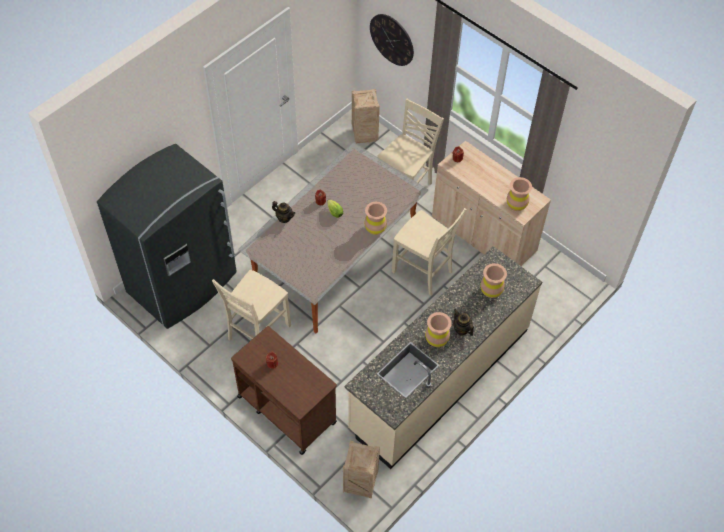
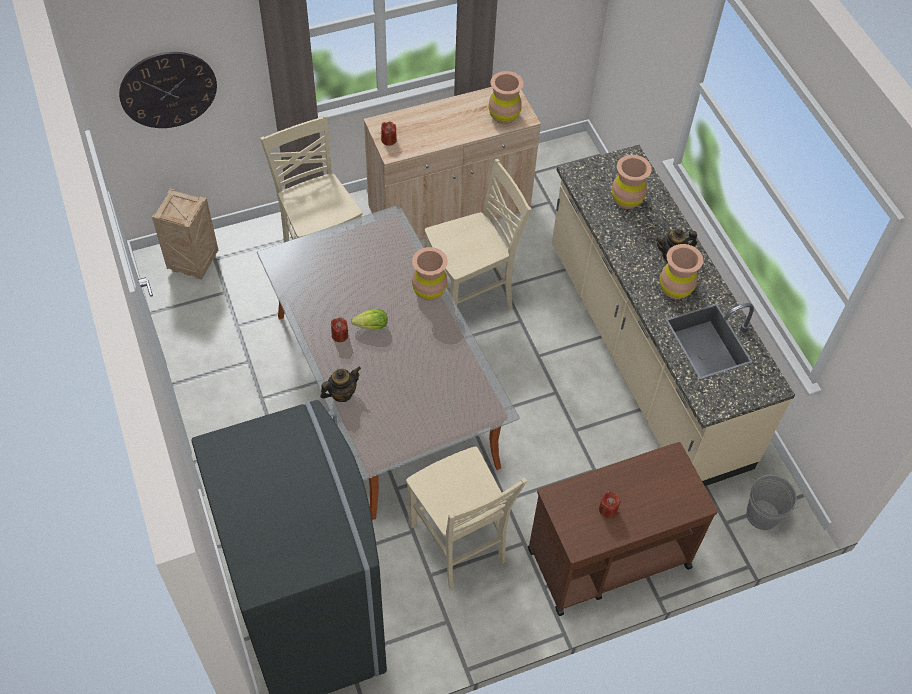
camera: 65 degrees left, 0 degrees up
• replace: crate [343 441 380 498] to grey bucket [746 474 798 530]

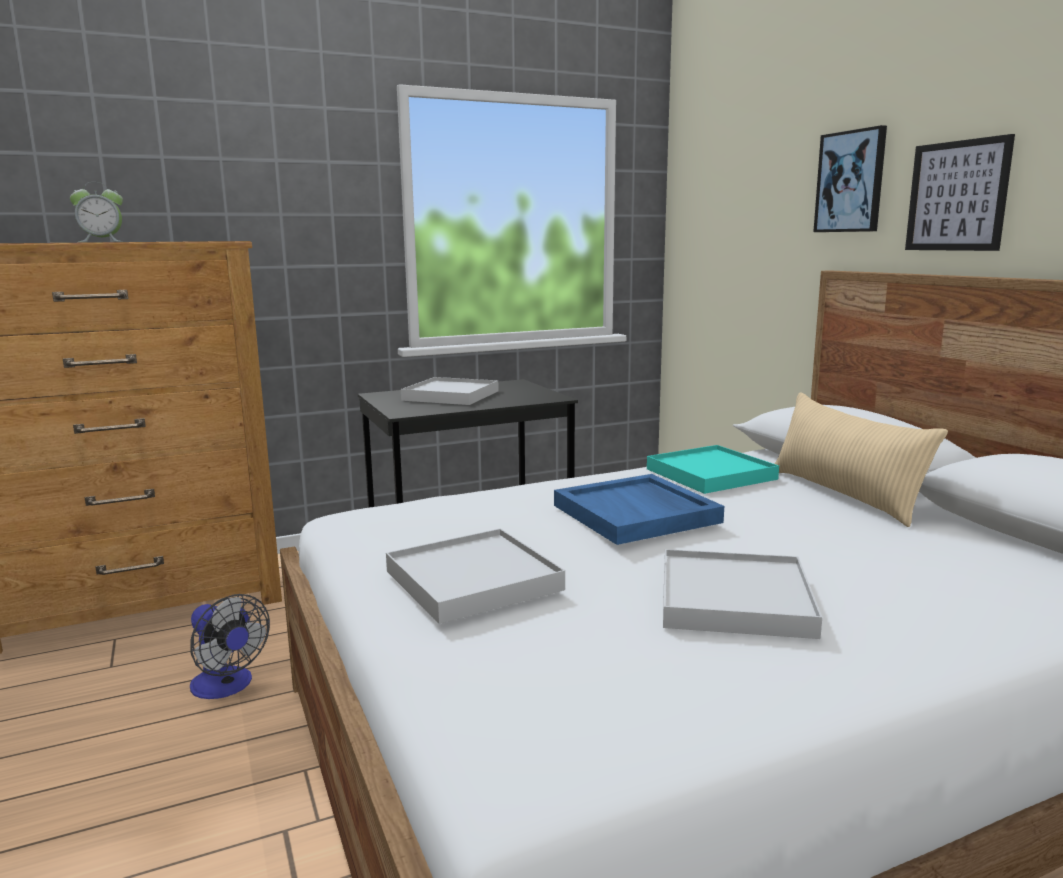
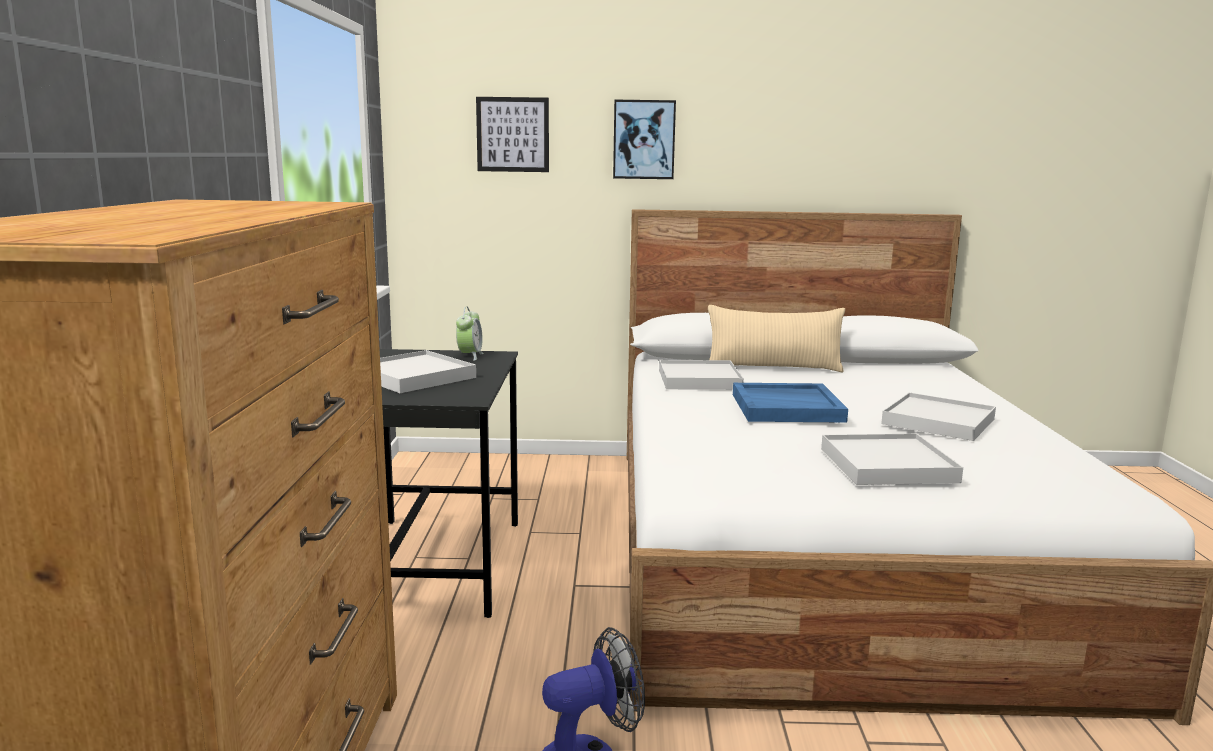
camera: 65 degrees left, 0 degrees up
• move: alarm clock [70 182 123 242] to [456 307 483 361]
• move: picture [905 134 1015 251] to [476 97 549 172]
• recolor: turquoise tray [647 445 779 494] to white tray [659 360 744 390]

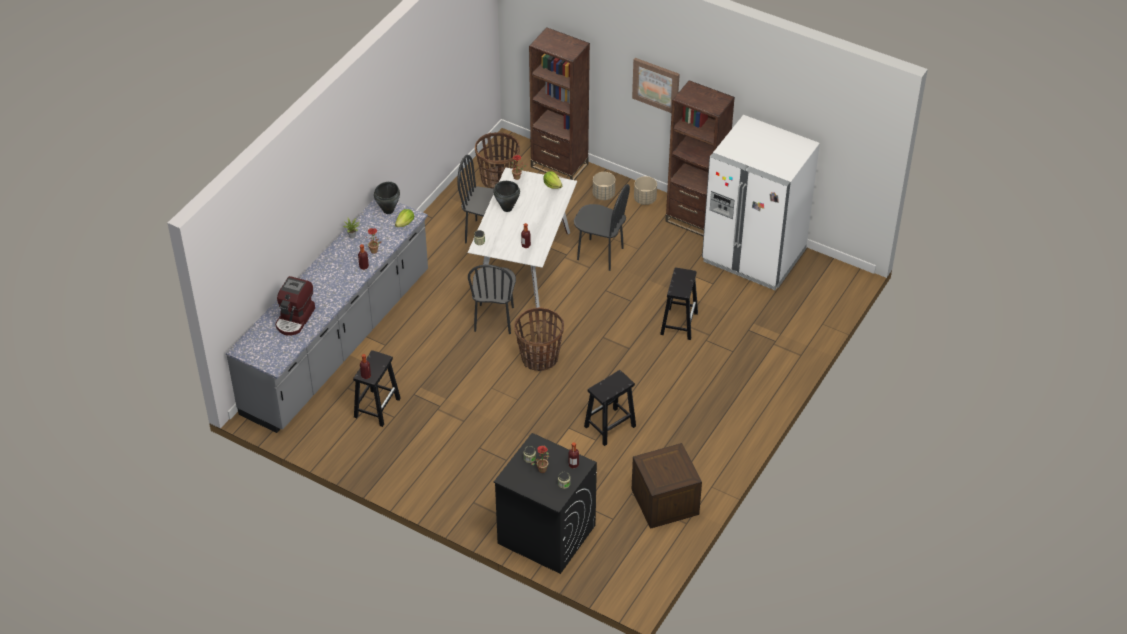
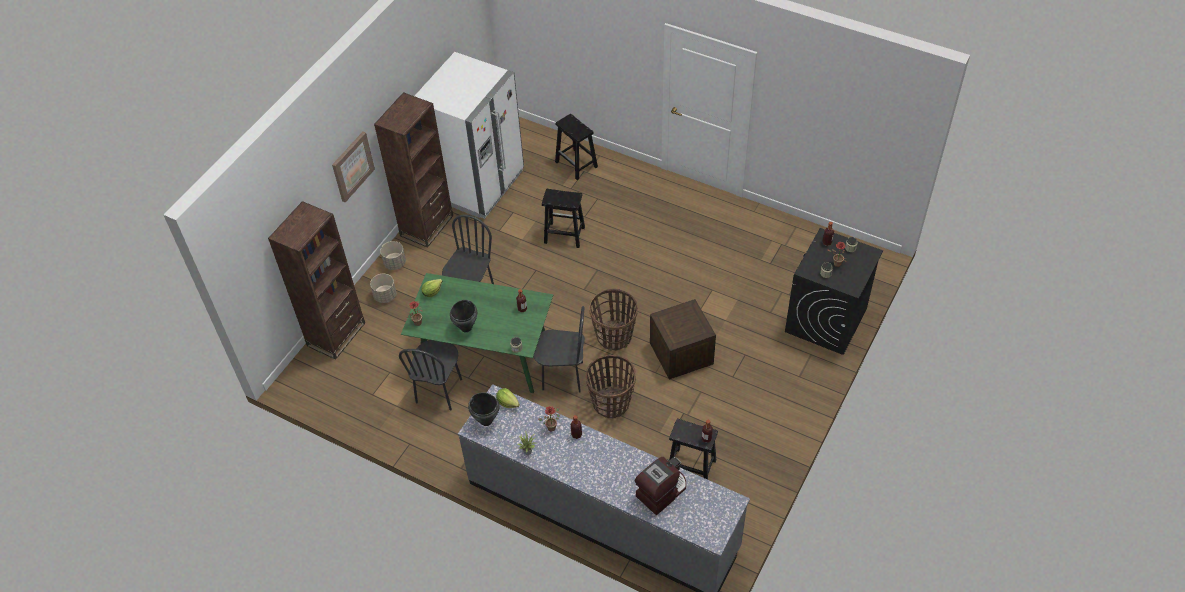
camera: 90 degrees left, 5 degrees up
• recolor: white dining table [468 167 577 308] to green dining table [401 273 553 393]
• move: black stool [584 370 636 446] to [555 114 598 180]
• move: basket [475 132 520 189] to [586 355 636 419]
• rotate: coffee machine [275 276 315 336] = [635 456 686 515] 60 degrees counterclockwise
• move: crate [631 443 702 529] to [650 299 716 380]

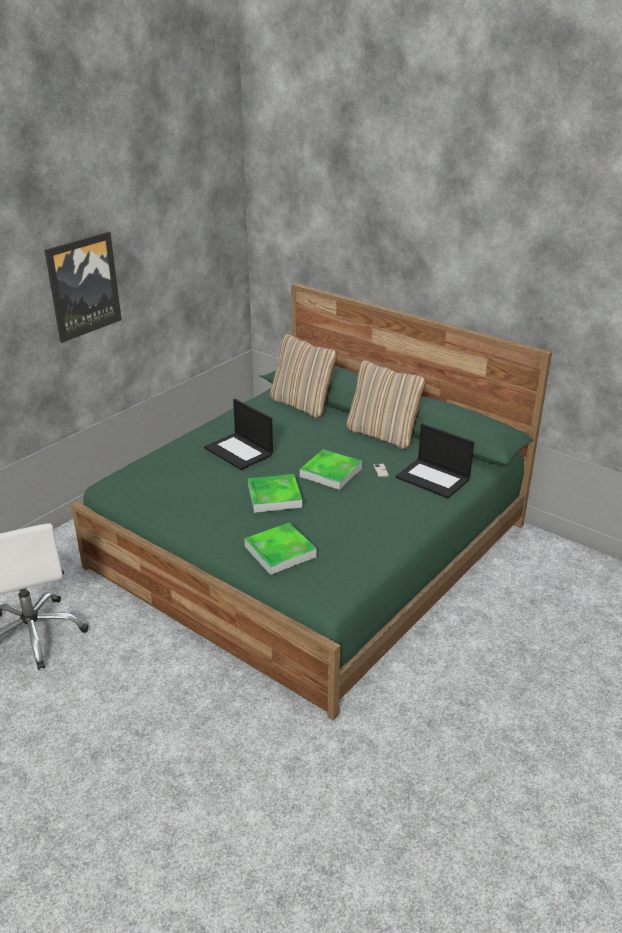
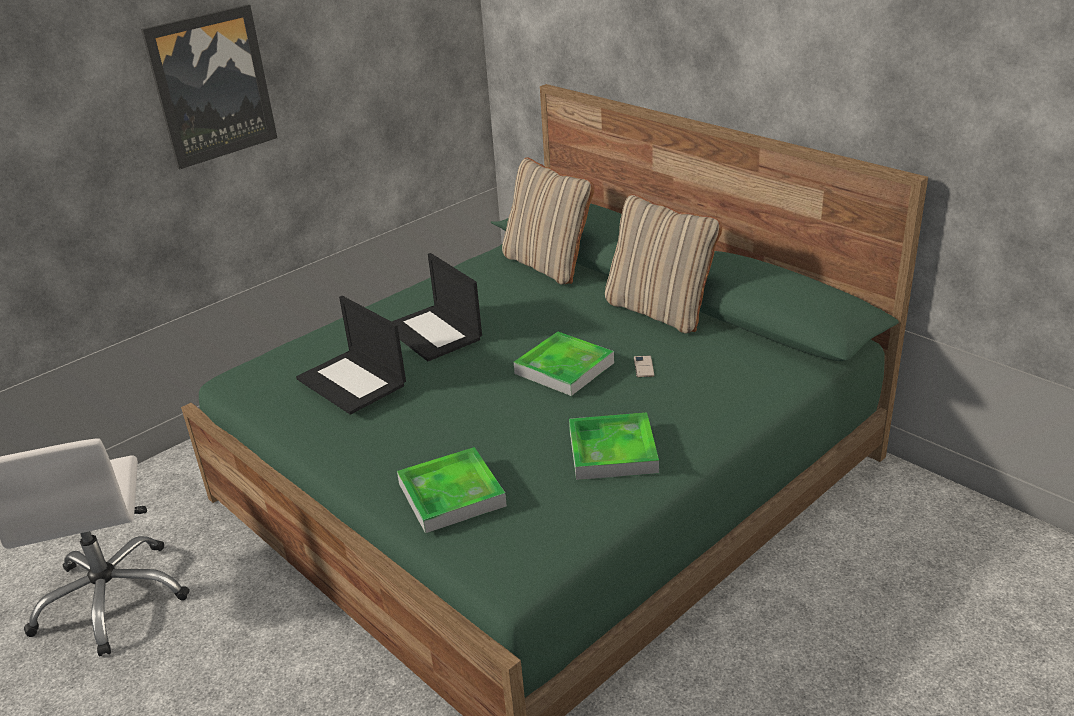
camera: 10 degrees right, 0 degrees up
• move: laptop [396 423 474 498] to [296 296 406 415]
• move: tray [248 474 302 513] to [569 413 659 480]

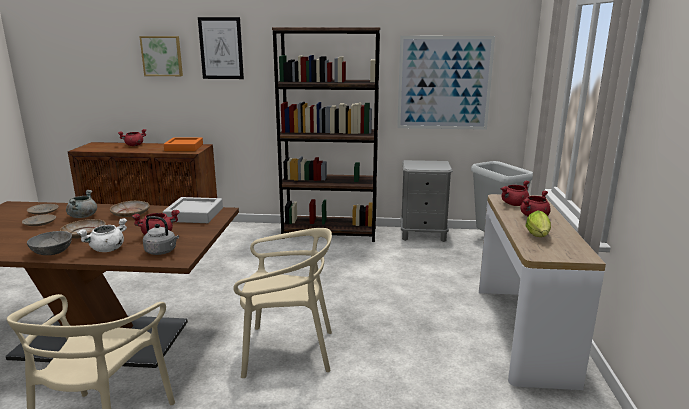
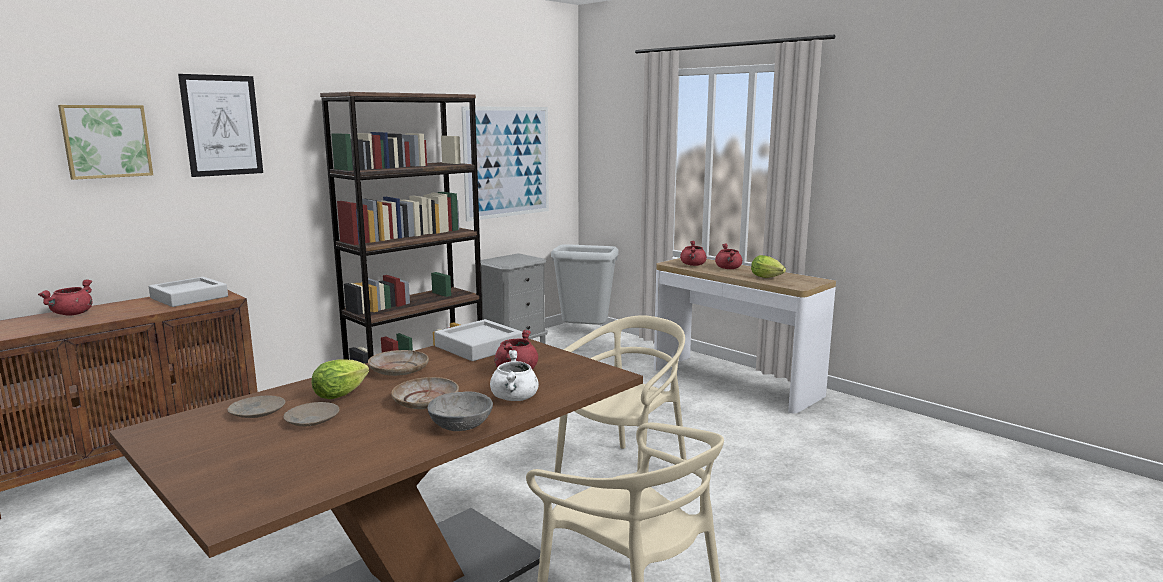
camera: 50 degrees left, 5 degrees down
• recolor: orange tray [164 137 203 151] to grey tray [149 277 228 307]
• replace: grey cooking pot [66 190 97 218] to lettuce [312 359 369 399]
• delete: grey kettle [143 216 179 255]

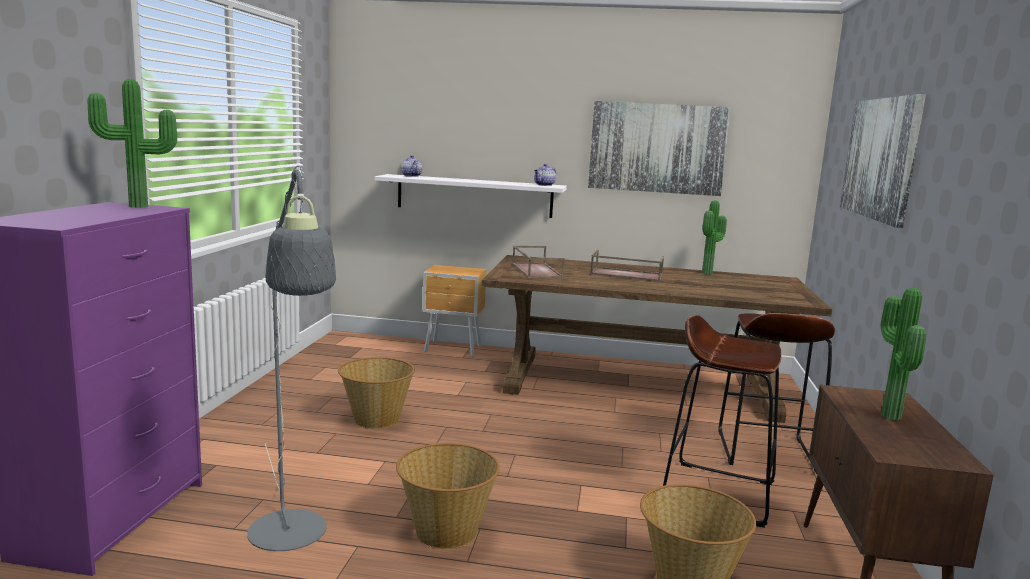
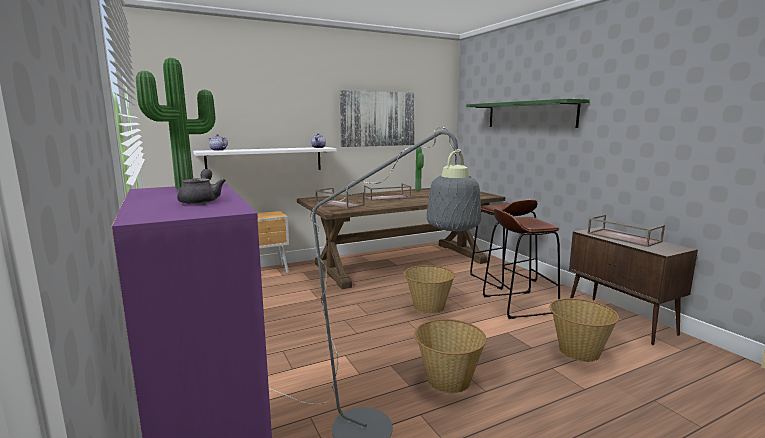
camera: 35 degrees left, 0 degrees up
• insert: grey teapot [177 169 226 204]
• move: basket [338 357 415 429] to [404 265 455 314]
• replace: picture [840 94 926 228] to green shelf [466 99 590 128]
• replace: potted plant [881 288 926 420] to brown tray [587 215 665 247]

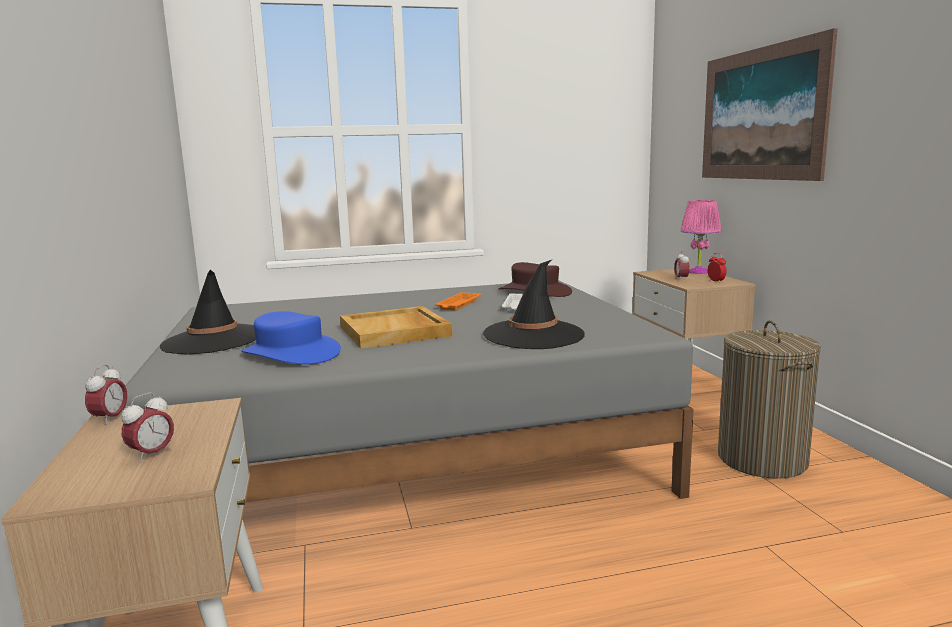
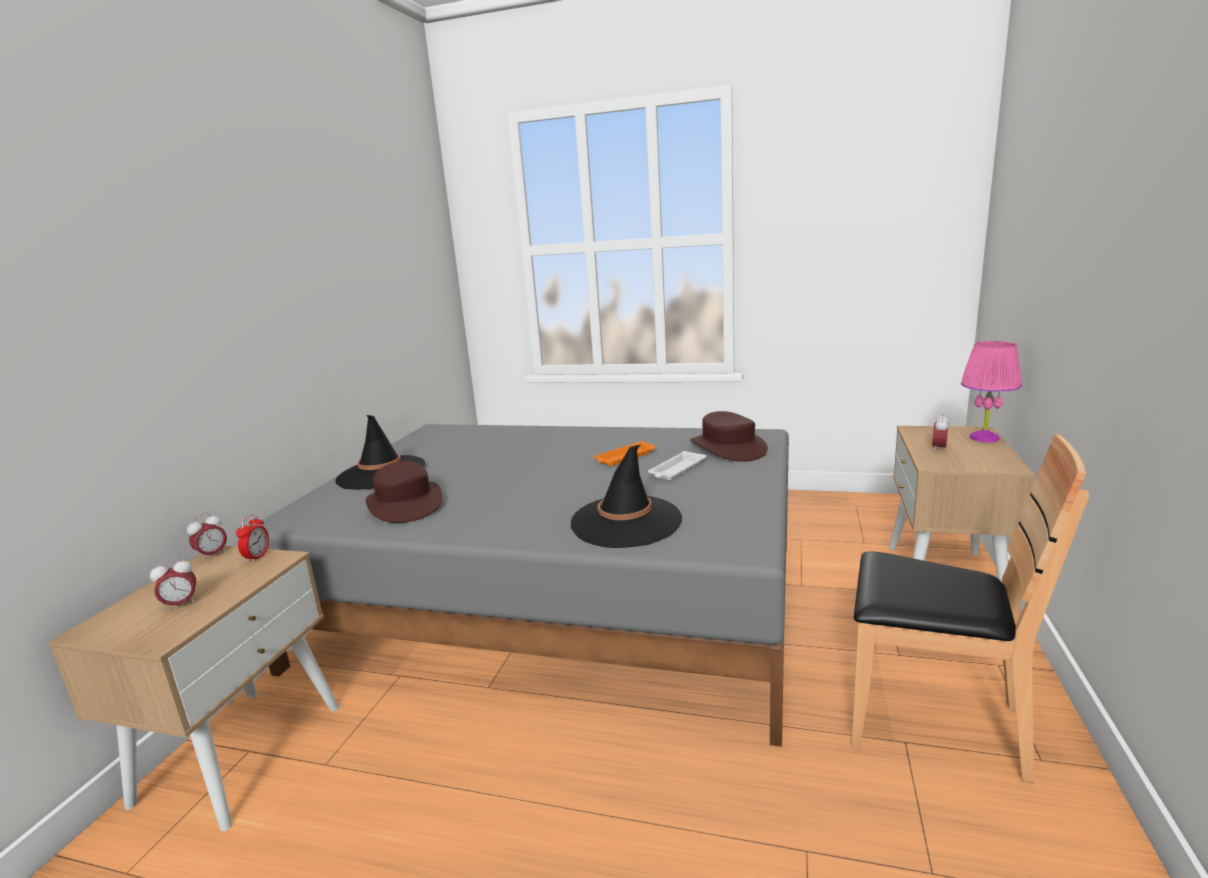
camera: 30 degrees right, 5 degrees up
• move: alarm clock [708 253 727 283] to [236 514 269 563]
• recolor: blue hat [241 311 341 365] to brown hat [366 461 442 523]
• replace: laundry basket [718 320 821 478] to brown chair [851 434 1089 783]
• delete: beige tray [340 306 453 349]
• delete: picture [702 28 838 181]

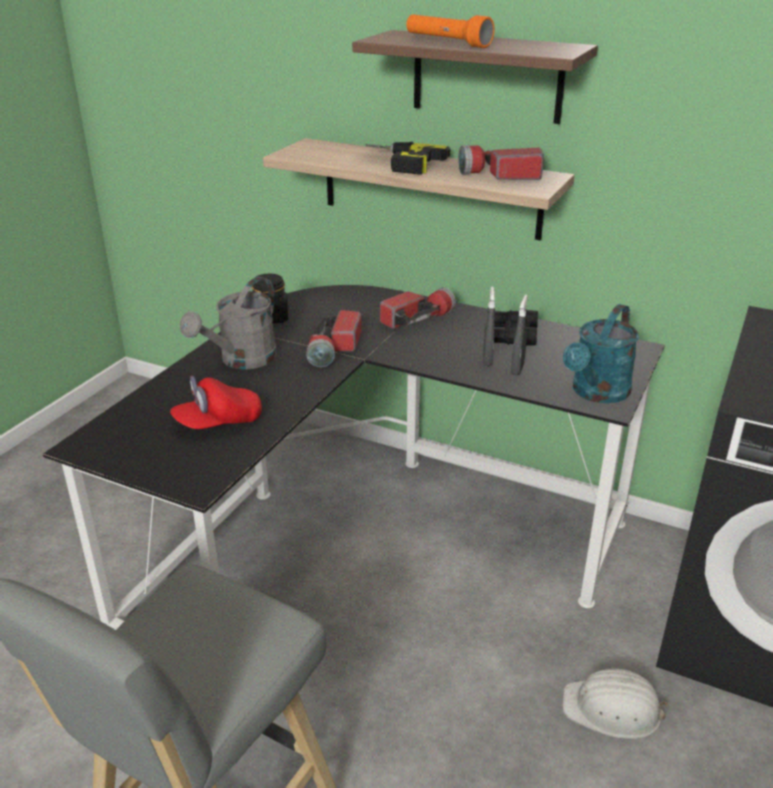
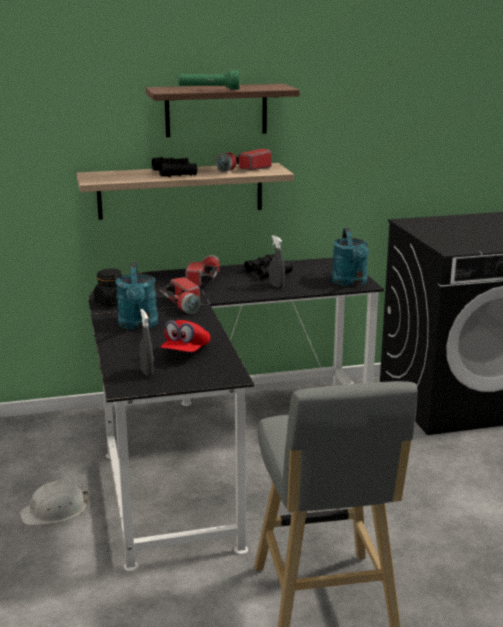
camera: 40 degrees left, 10 degrees down
• move: white hard hat [562 669 670 739] to [19 480 88 526]
• recolor: grey watering can [180 277 277 370] to turquoise watering can [116 262 158 330]
• move: grey spray bottle [511 295 528 376] to [140 309 154 377]
• replace: power drill [366 142 450 175] to black binoculars [152 157 197 177]
• recolor: orange flashlight [406 14 495 48] to green flashlight [179 71 240 90]

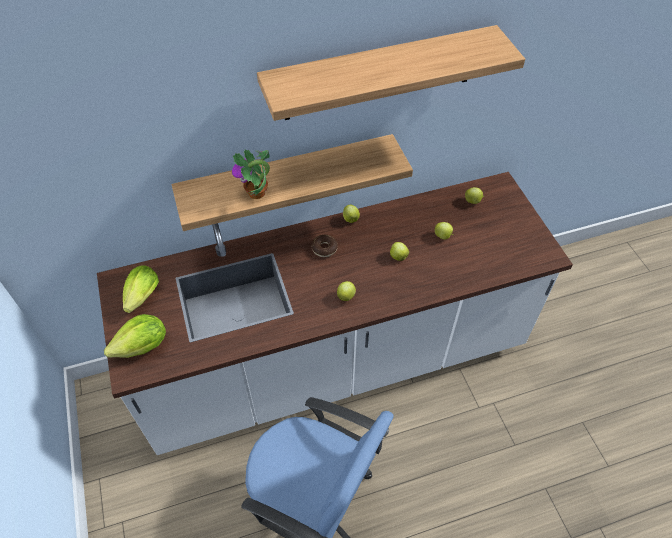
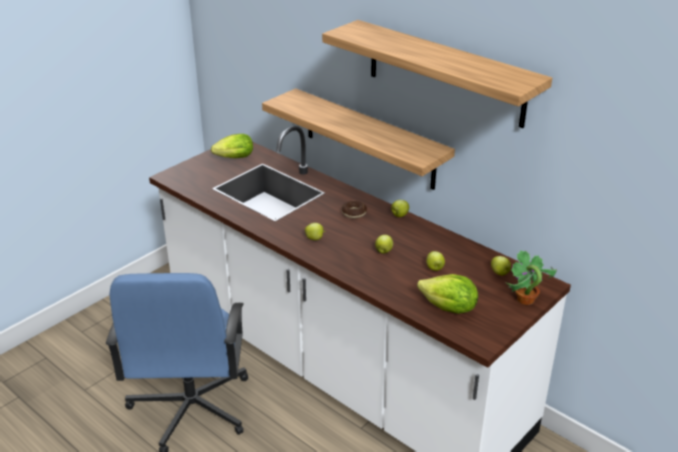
camera: 60 degrees right, 20 degrees down
• move: lettuce [104 314 166 358] to [417 274 478 314]
• move: potted plant [232 149 270 199] to [505 250 557 305]

